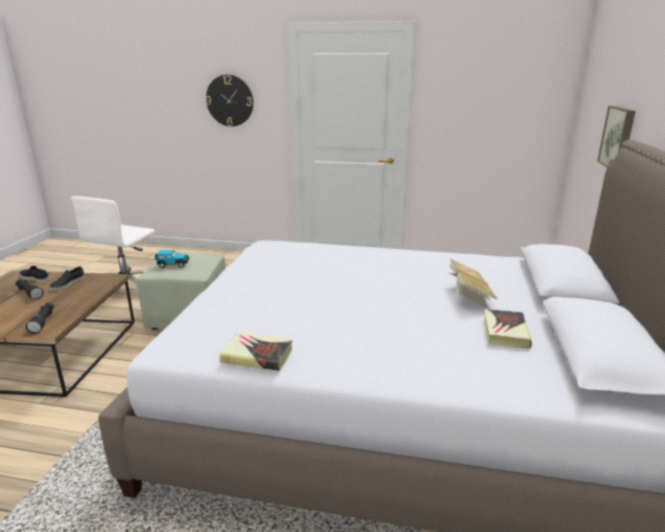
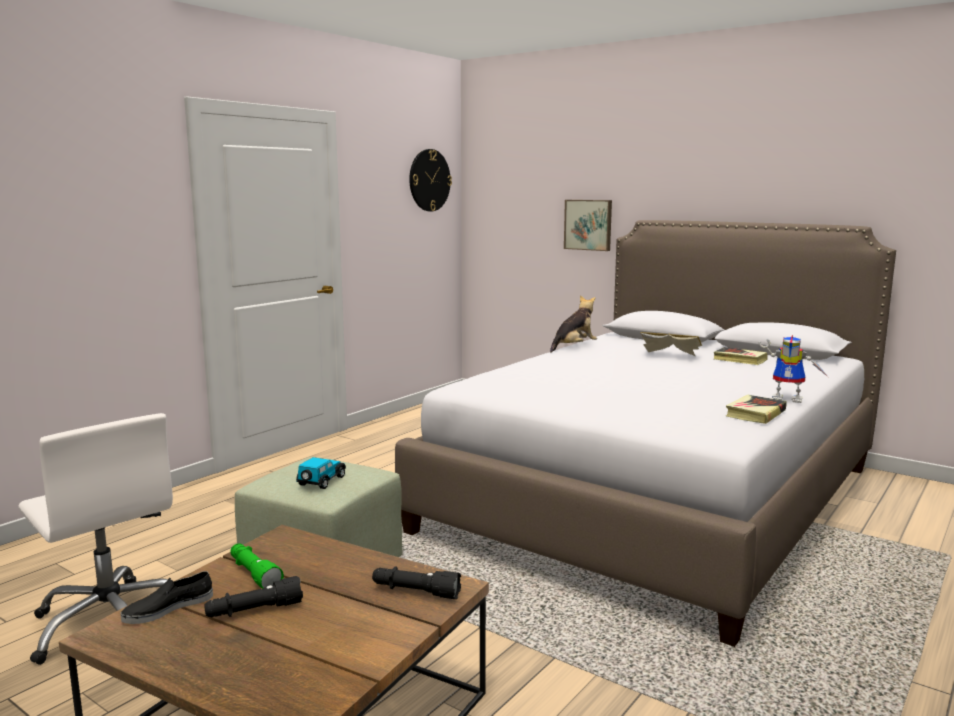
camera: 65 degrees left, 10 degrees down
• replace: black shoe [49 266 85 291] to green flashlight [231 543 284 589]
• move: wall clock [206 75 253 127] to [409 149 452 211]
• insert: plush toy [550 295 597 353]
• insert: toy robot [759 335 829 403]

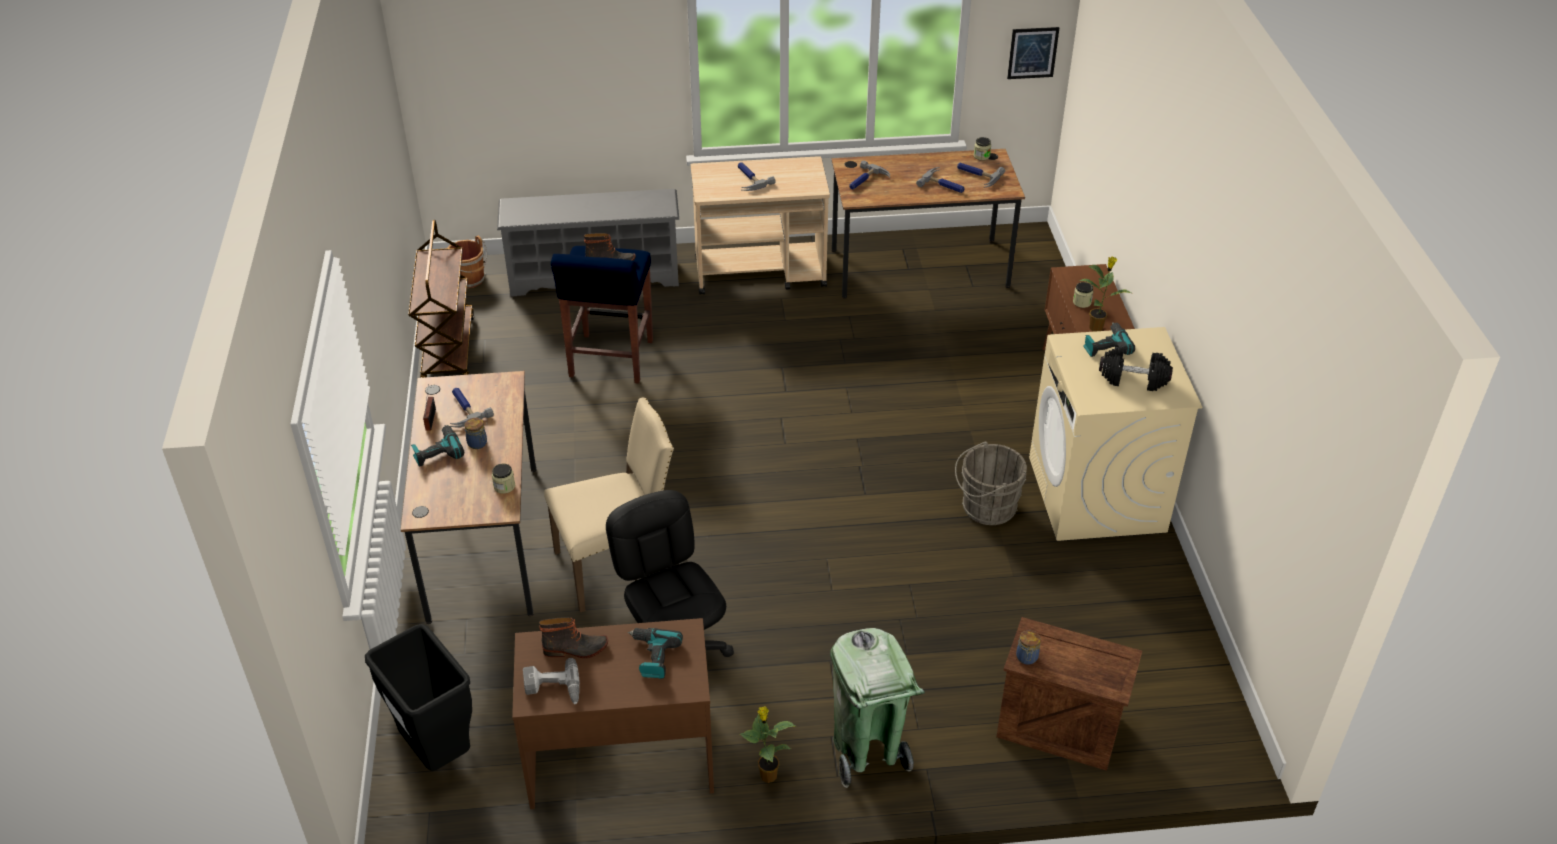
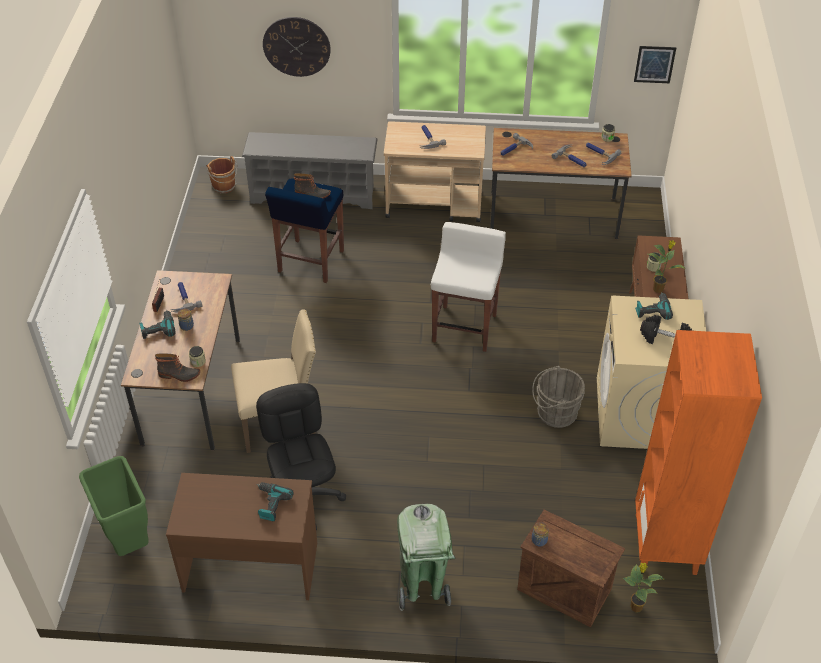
camera: 10 degrees right, 5 degrees up
• recolor: black trash can [365 624 472 771] to green trash can [79 456 149 556]
• move: boot [539 617 608 658] to [155 353 200 382]
• insert: wall clock [263 17 331 77]
• insert: white stool [431 222 506 352]
• move: potted plant [740 706 795 783] to [623 563 664 613]
• insert: orange bookcase [635 330 762 575]
• delete: brown cart [408 220 474 378]
• delete: power drill [523 658 580 704]

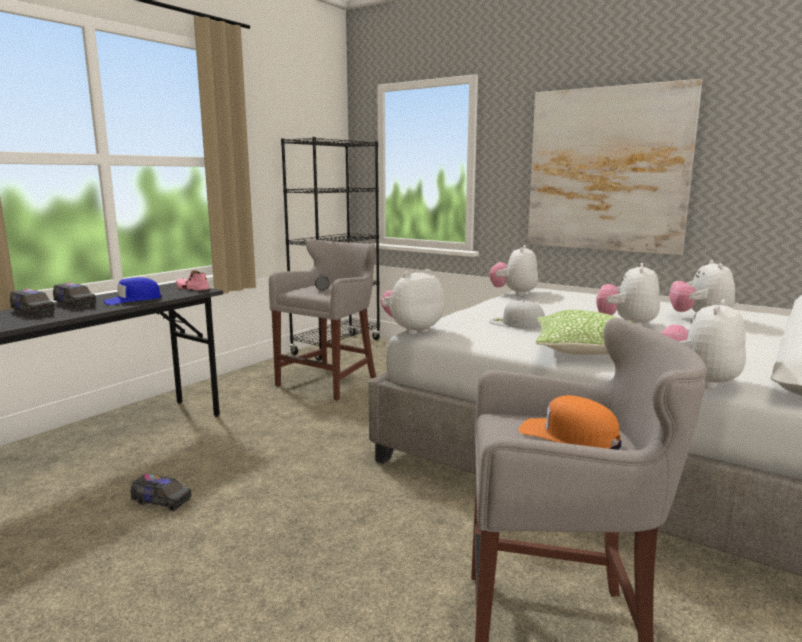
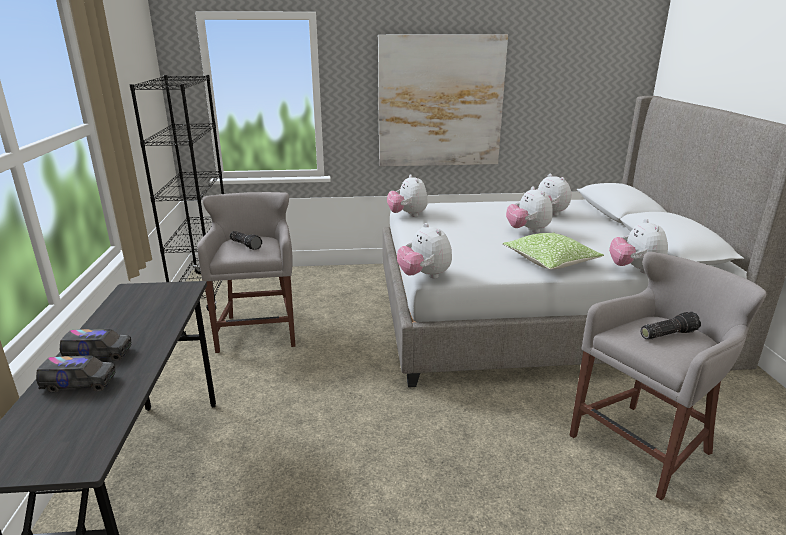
camera: 40 degrees left, 10 degrees up
• rotate: plush toy [380 269 445 335] = [397 223 452 279] 45 degrees counterclockwise
• replace: orange cap [518 395 621 450] to flashlight [640 312 701 339]
• delete: blue cap [103 277 162 305]
• delete: toy truck [130 474 192 511]
• delete: pink shoe [176 270 209 291]
• delete: white cap [489 300 545 329]

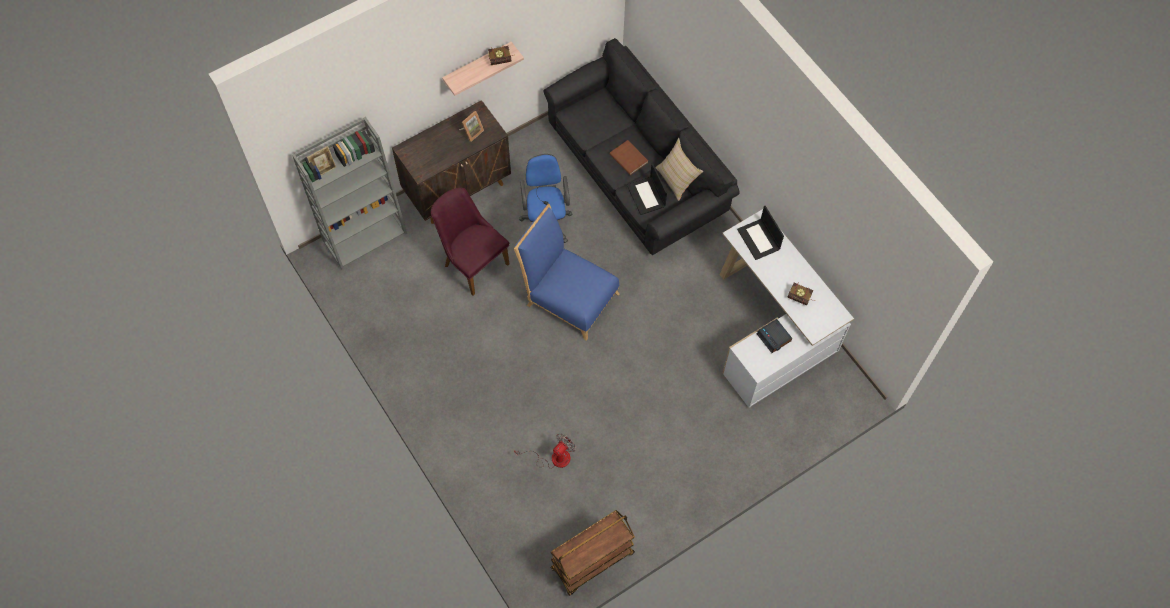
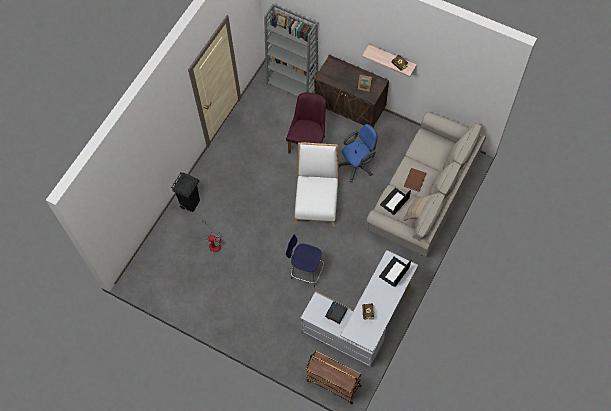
camera: 65 degrees right, 0 degrees up
• insert: black trash can [171 172 200 212]
• insert: blue stool [286 235 324 287]
• recolor: blue chair [514 204 619 341] to white chair [295 142 339 226]
• move: brown cart [550 510 635 596] to [306 351 362 404]
• recolor: black sofa [544 38 740 256] to beige sofa [366 111 486 257]

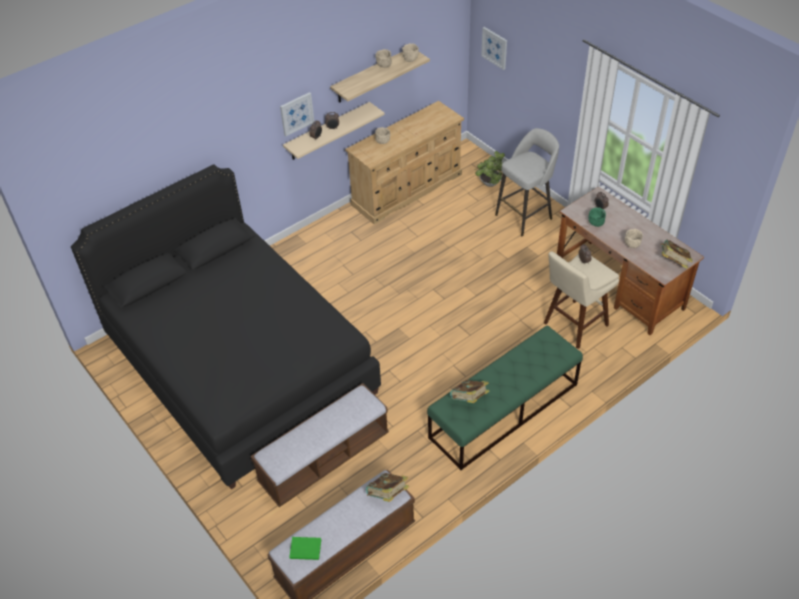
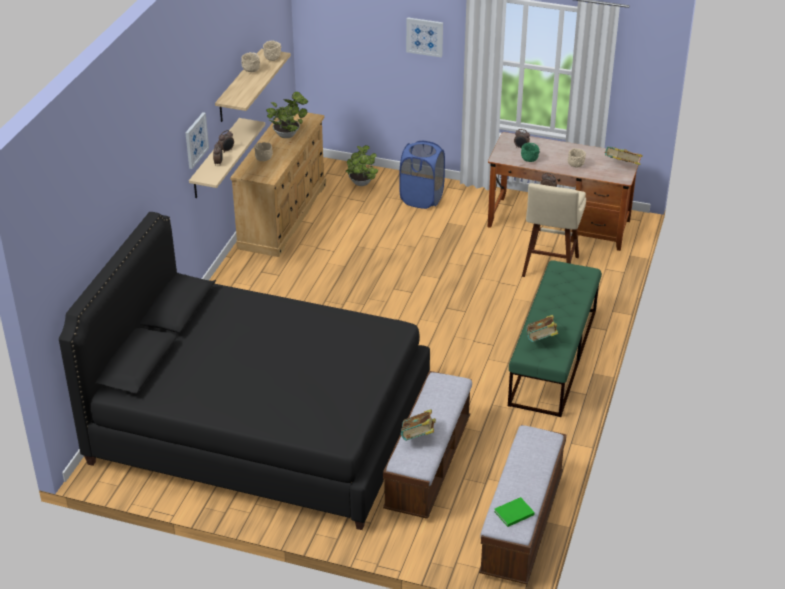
camera: 35 degrees left, 10 degrees down
• insert: potted plant [266 92 308 138]
• replace: grey stool [495 128 559 236] to blue laundry basket [399 140 445 209]
• move: book [366 473 409 502] to [401 409 436 441]
• move: picture [481 27 507 70] to [406 17 443 57]

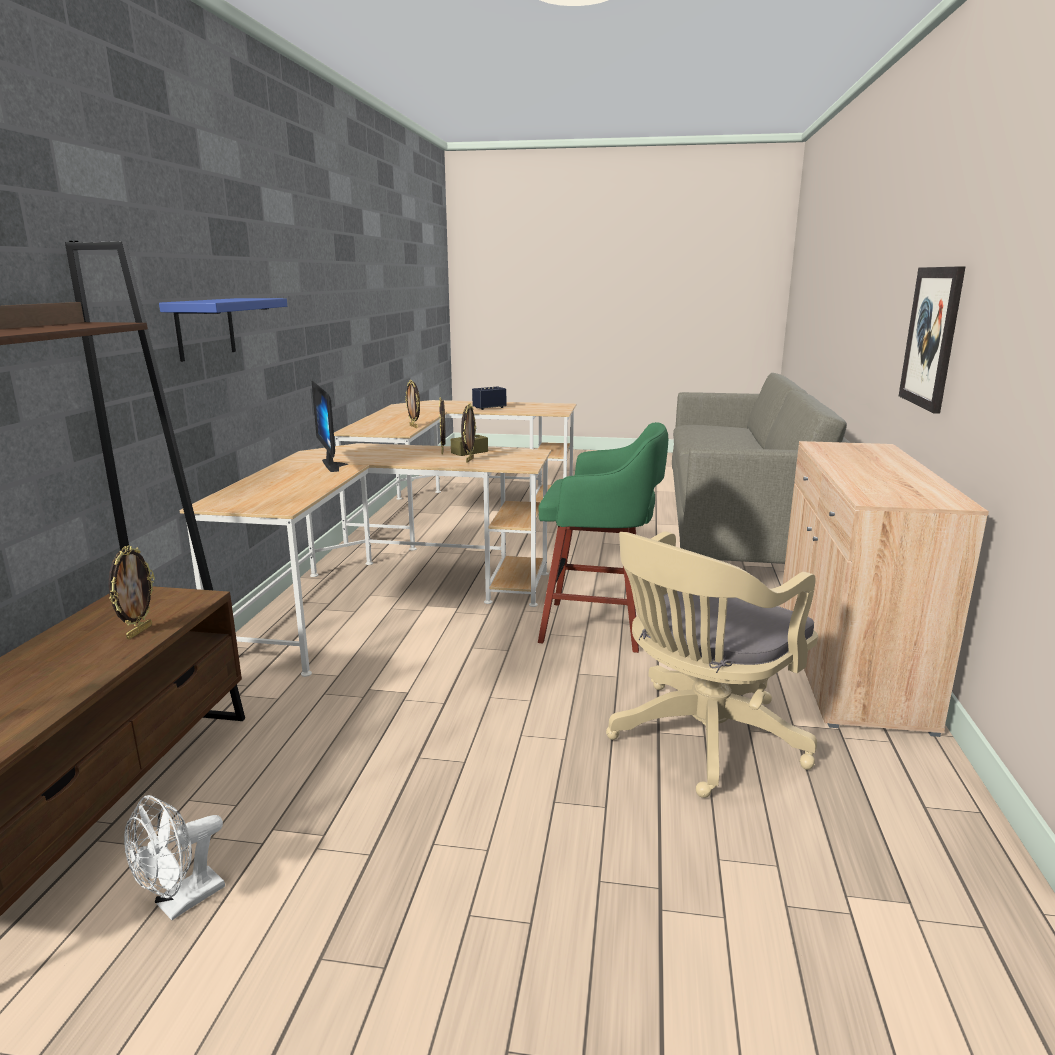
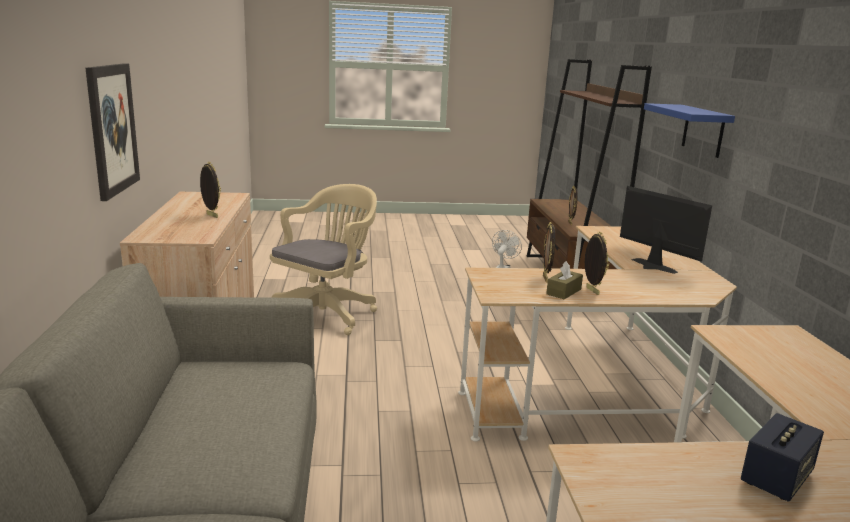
camera: 165 degrees right, 0 degrees up
• move: picture frame [405 380 420 428] to [200 162 221 218]
• delete: green stool [538 422 668 653]

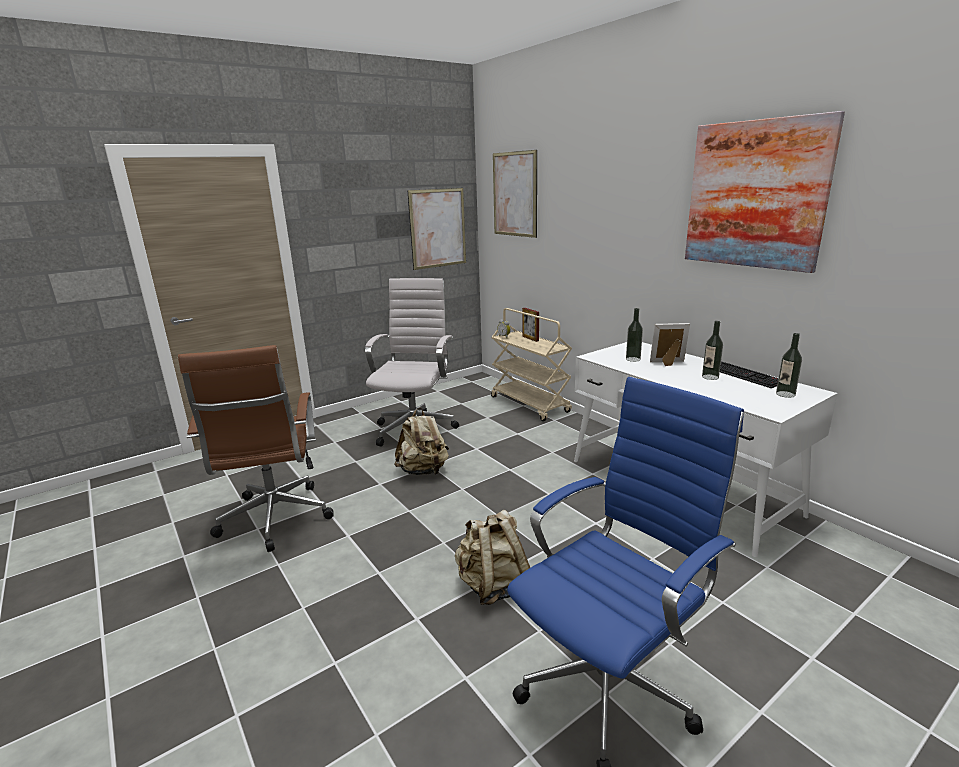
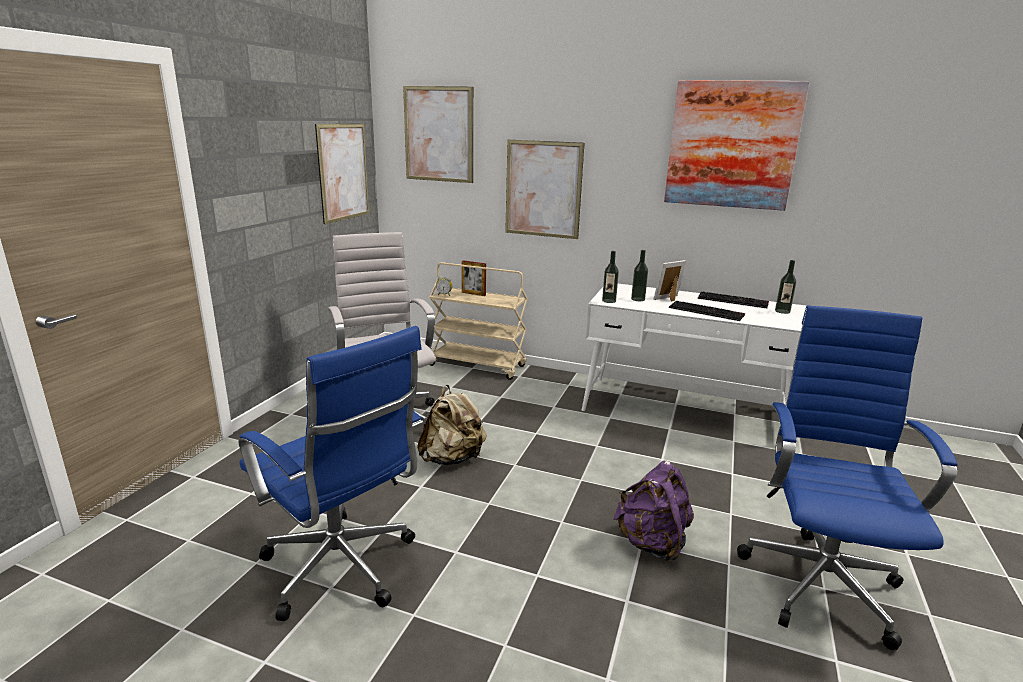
camera: 35 degrees left, 0 degrees up
• recolor: brown office chair [178 345 333 552] to blue office chair [238 326 423 621]
• insert: picture [505 140 584 239]
• move: bottle [702 321 723 380] to [602 251 619 303]
• recolor: beige backpack [455 510 530 605] to purple backpack [613 461 694 562]
• insert: keyboard [669 301 745 321]

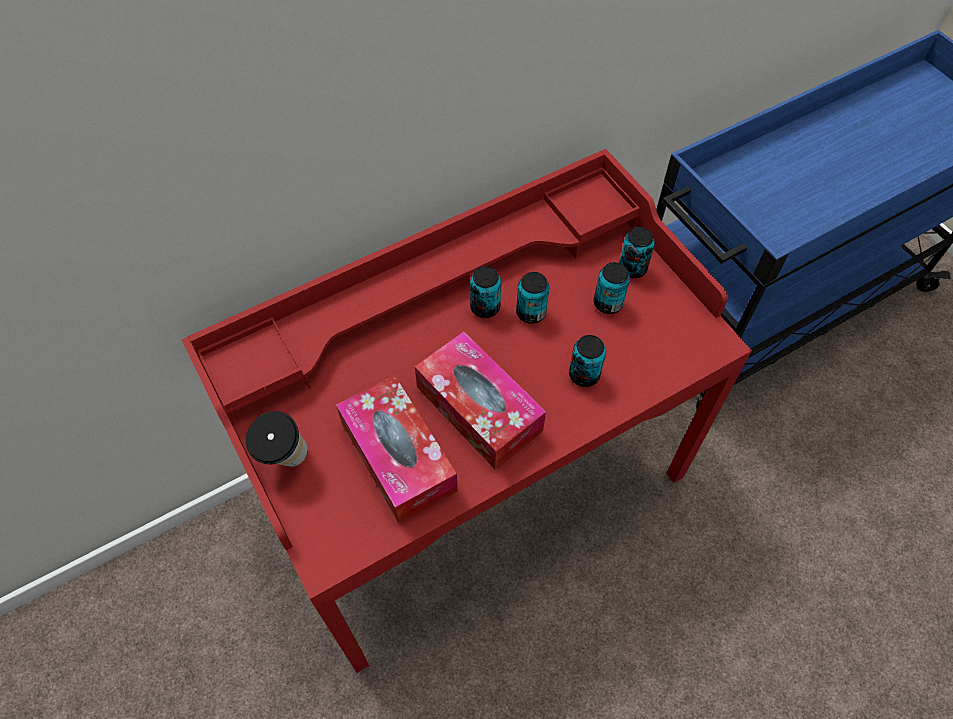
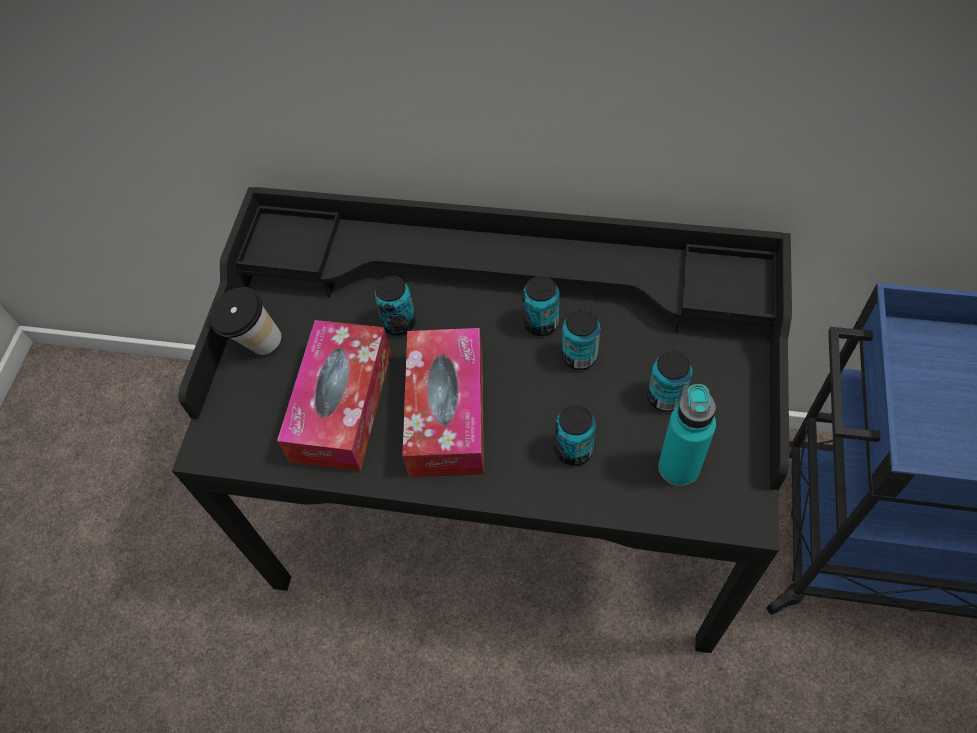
camera: 45 degrees right, 0 degrees up
• recolor: red desk [181 149 752 673] to black desk [172 187 792 653]
• move: can [619 227 655 278] to [374 276 416 336]
• insert: turquoise bottle [658 384 716 486]

